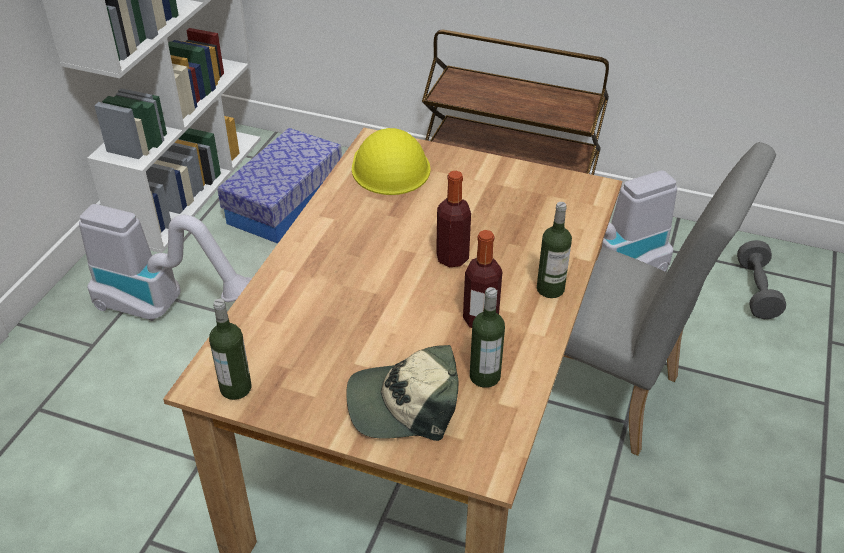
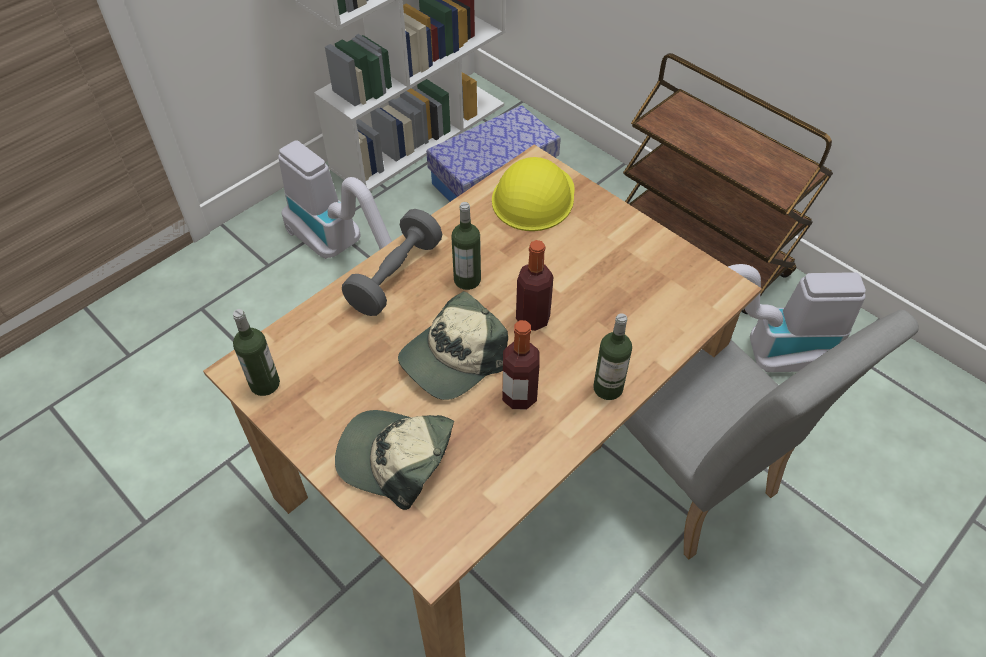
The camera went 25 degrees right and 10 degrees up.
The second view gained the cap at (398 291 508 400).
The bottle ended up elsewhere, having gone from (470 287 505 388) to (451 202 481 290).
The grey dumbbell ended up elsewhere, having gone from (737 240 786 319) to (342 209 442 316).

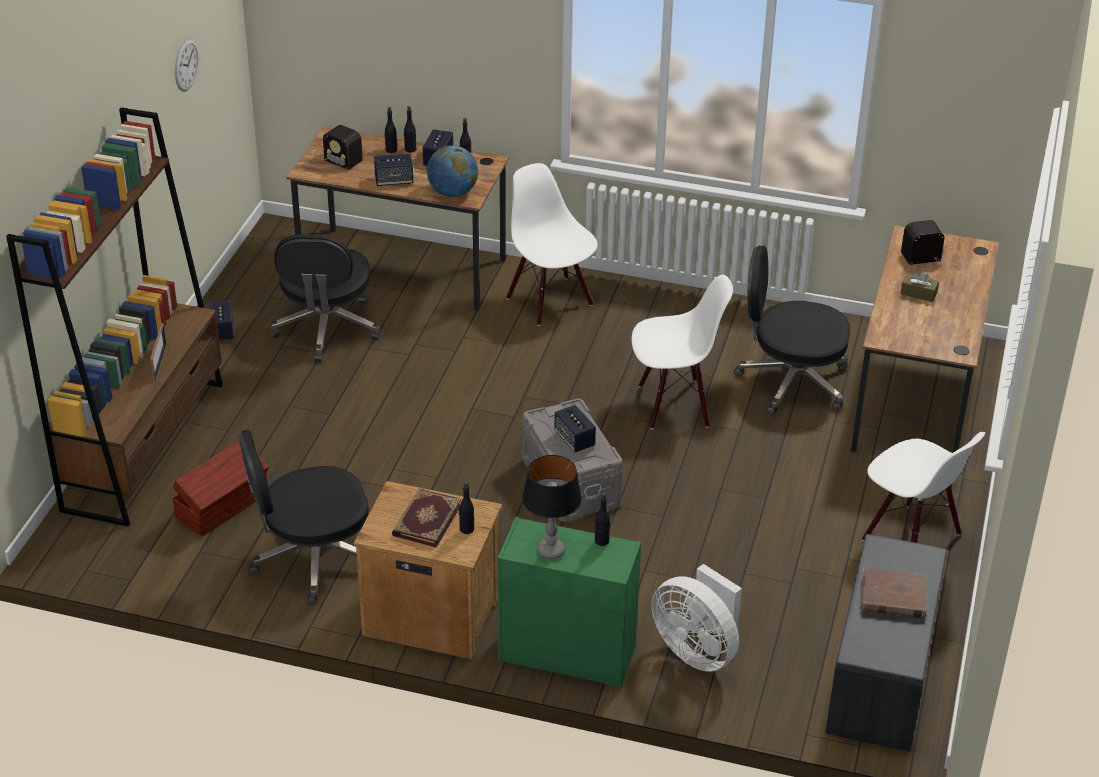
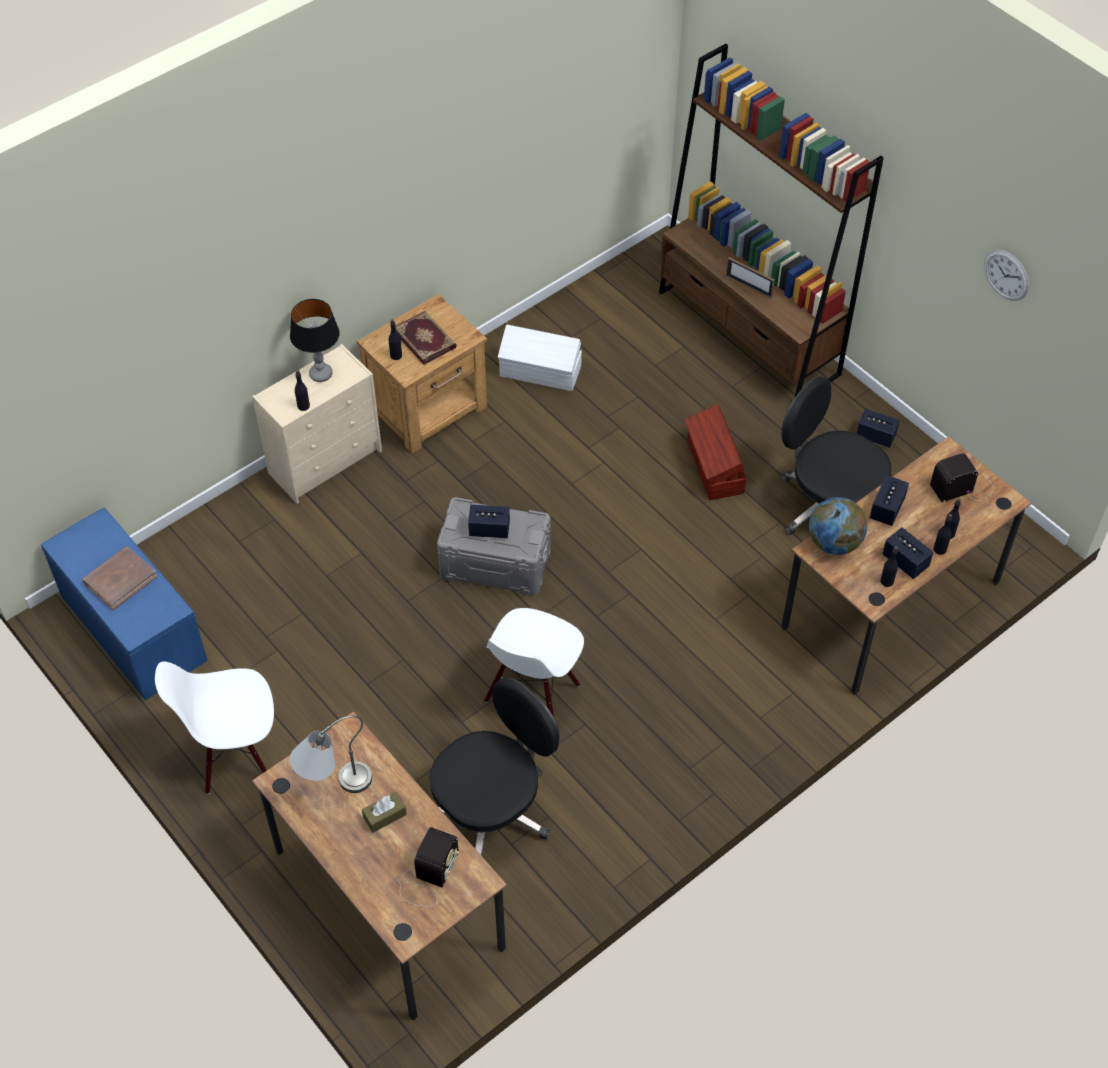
The camera went 125 degrees right and 15 degrees up.
The second view lost the white chair at (506 163 598 326).
The second view lost the white fan at (652 564 742 672).
The second view gained the grey table lamp at (290 715 372 793).
The brown storage box ended up elsewhere, having gone from (172 441 269 537) to (685 404 747 500).
Where the black office chair stood at (238 429 369 605), the white storage box came to stand at (498 324 582 391).
What was the green dresser at (497 517 641 688) turned into the beige dresser at (252 344 382 504).
What was the grey bench at (826 534 947 752) turned into the blue bench at (41 508 208 701).

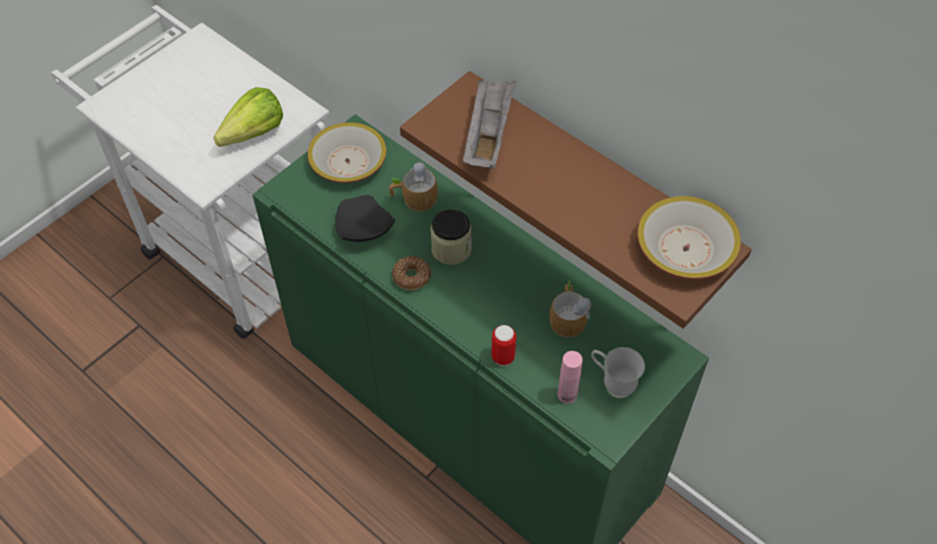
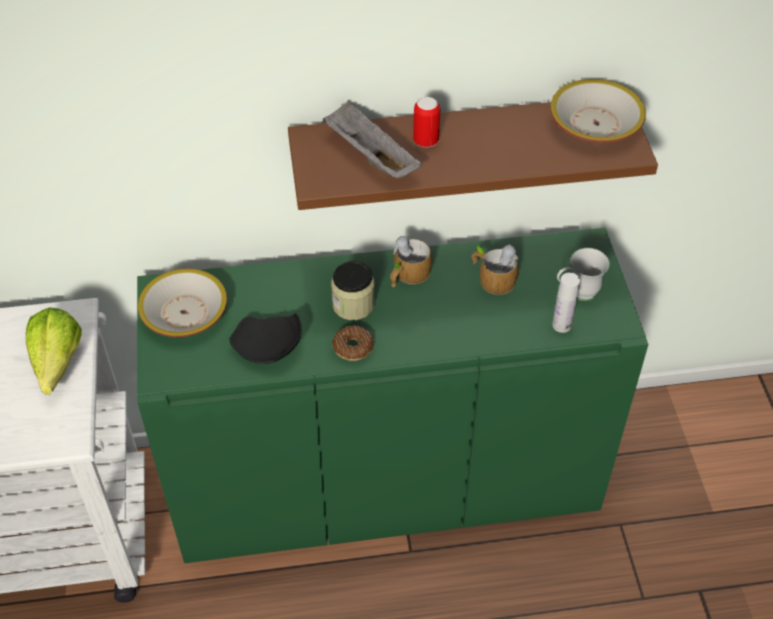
The camera went 50 degrees left and 5 degrees down.
The mug ended up elsewhere, having gone from (389 162 438 211) to (390 236 432 287).
The can ended up elsewhere, having gone from (491 325 516 366) to (413 97 440 148).
What was the pink bottle at (558 351 583 404) turned into the white bottle at (552 272 580 333).

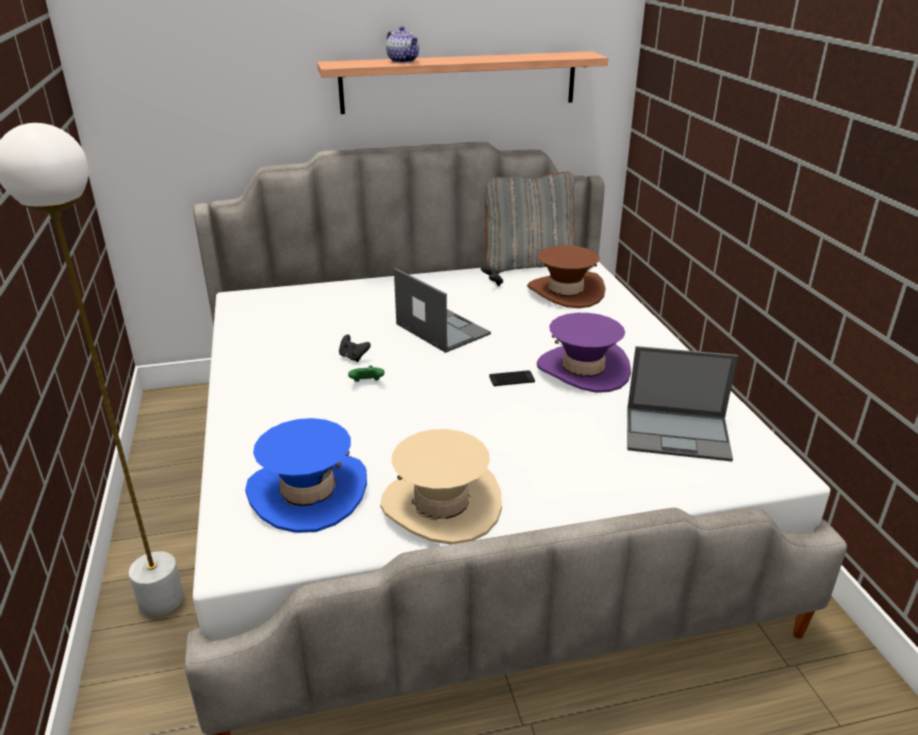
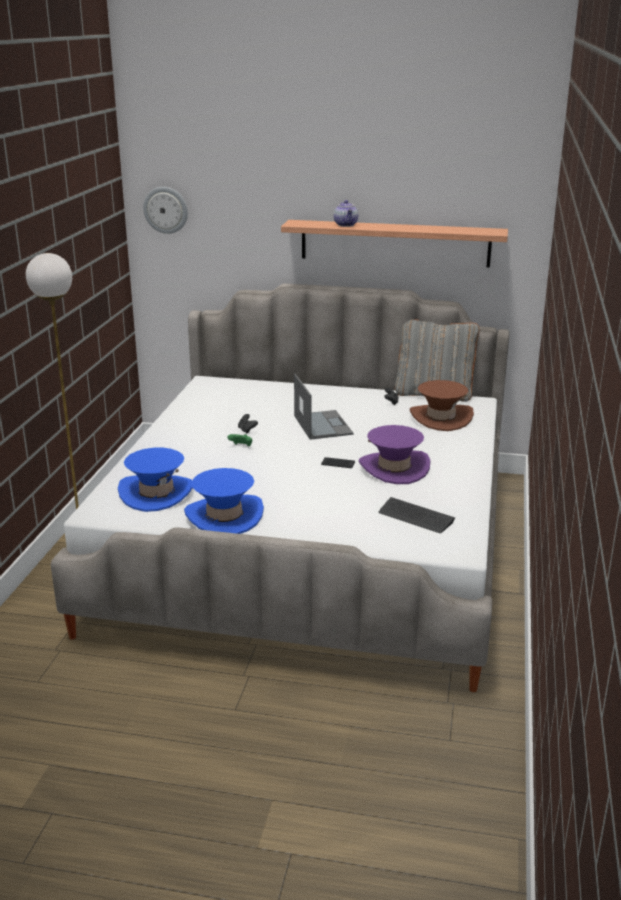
The camera went 25 degrees right and 5 degrees down.
The second view gained the wall clock at (143 187 188 234).
Where the laptop stood at (627 346 738 461), the keyboard came to stand at (379 497 455 533).
What was the beige hat at (380 429 502 544) turned into the blue hat at (184 468 264 534).

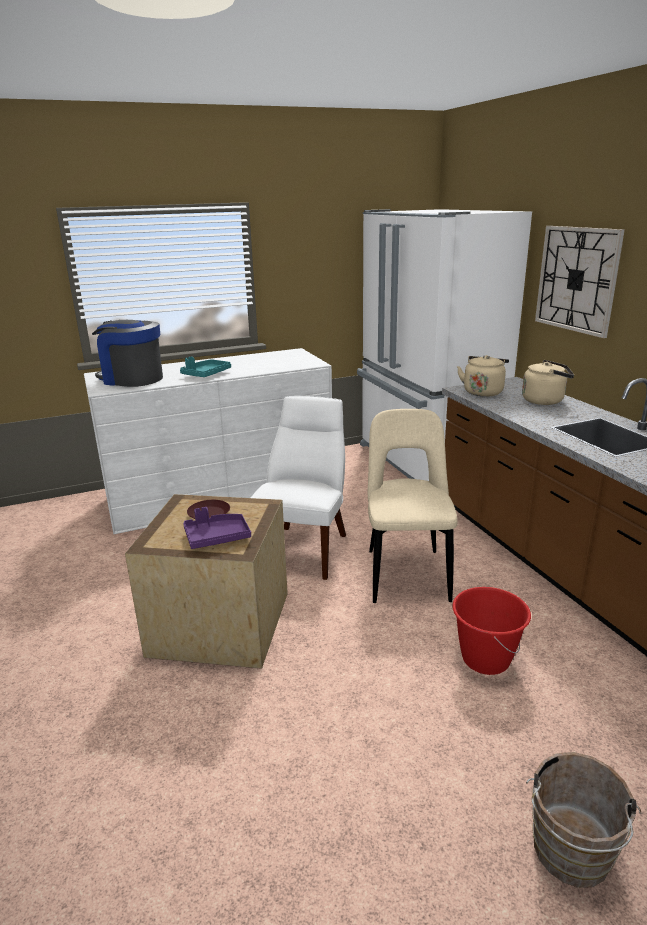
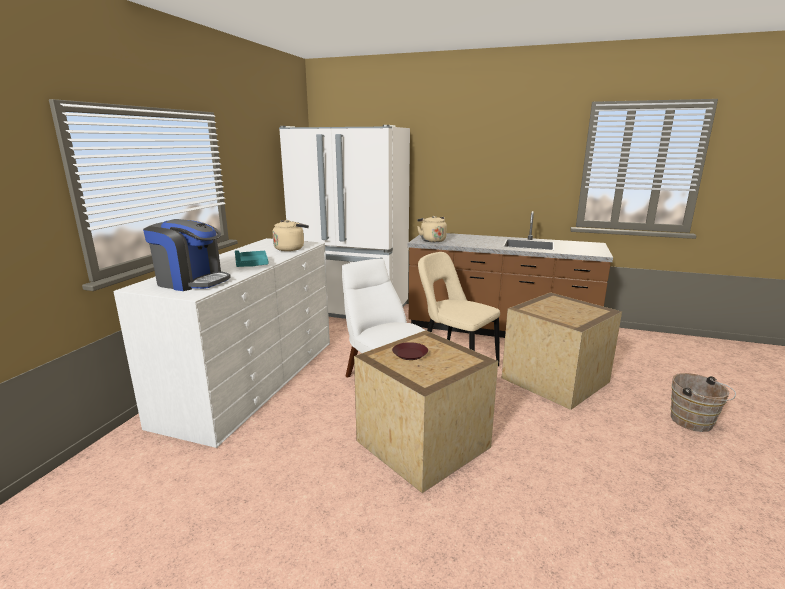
The camera went 50 degrees left and 5 degrees down.
The second view lost the purple tray at (183 507 251 549).
The second view lost the wall clock at (535 226 625 338).
The beige kettle ended up elsewhere, having gone from (522 360 574 405) to (272 220 309 251).
Where the red bucket stood at (452 587 531 675), the crate came to stand at (502 292 622 410).
The coffee machine at (92 320 163 387) ended up facing another way, 135 degrees counterclockwise from before.

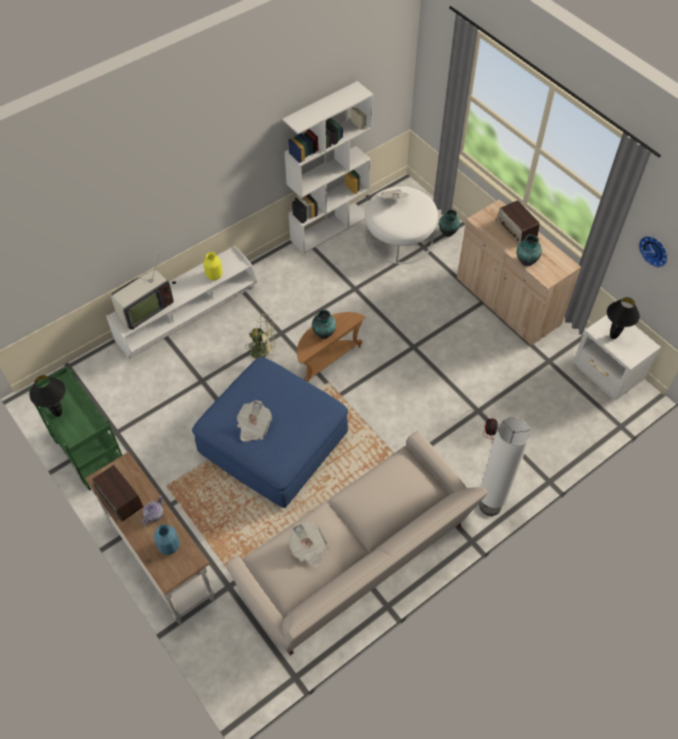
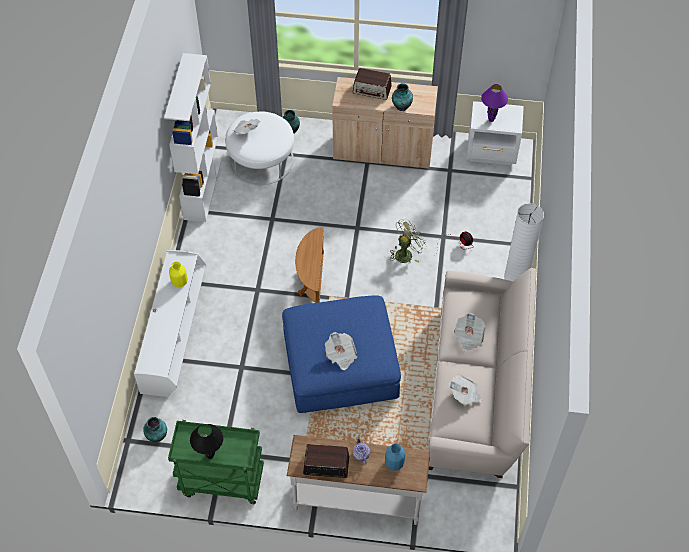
The camera went 45 degrees left and 0 degrees up.
The second view lost the television at (111 257 174 330).
The second view lost the wall clock at (639 236 668 268).
The second view gained the newspaper at (454 313 486 351).
The green fan ended up elsewhere, having gone from (248 313 277 359) to (390 219 427 263).
The vase ended up elsewhere, having gone from (312 309 336 339) to (143 417 167 442).
What was the black table lamp at (607 297 640 339) turned into the purple table lamp at (481 84 508 122).

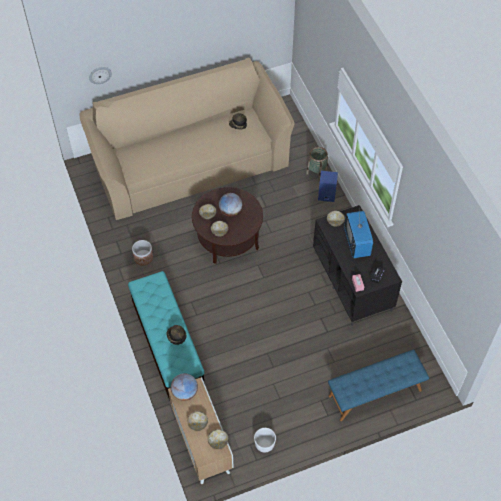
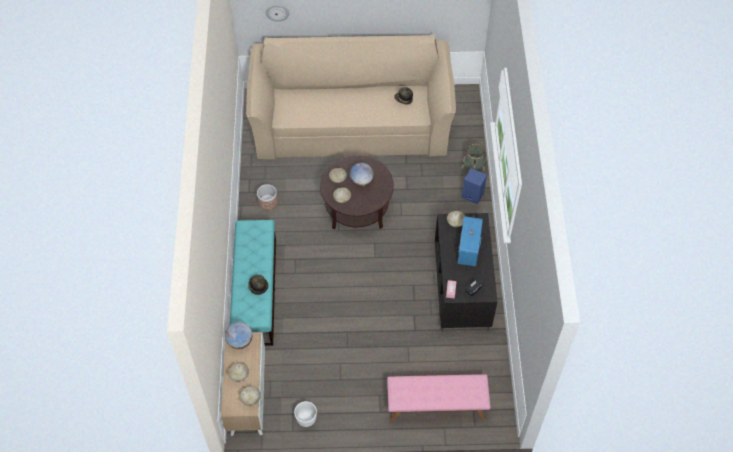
The camera went 20 degrees right and 0 degrees up.
What was the blue bench at (328 350 429 421) turned into the pink bench at (387 374 490 422).

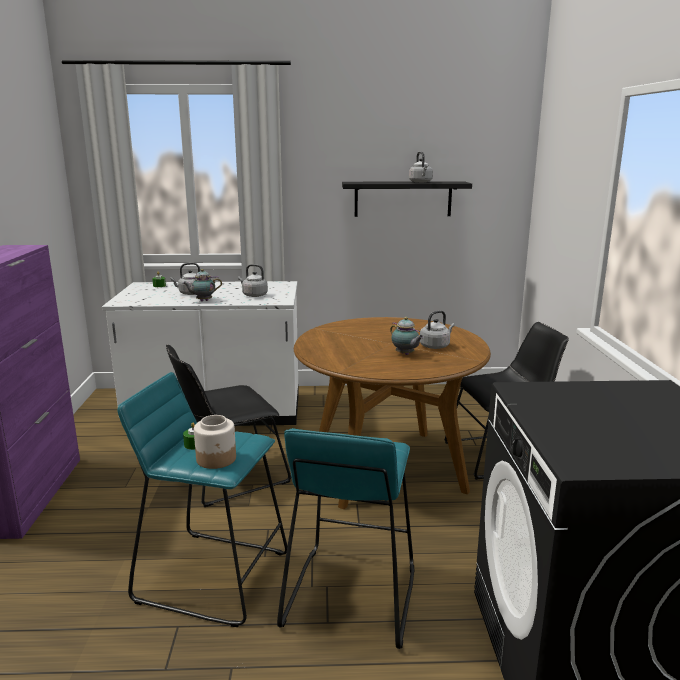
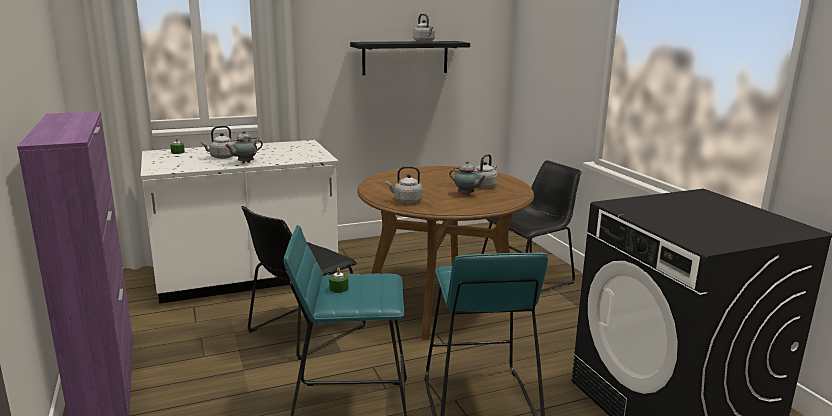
The camera went 20 degrees left and 0 degrees up.
The second view lost the jar at (194 415 236 469).
The grey kettle ended up elsewhere, having gone from (238 264 268 297) to (386 166 423 203).

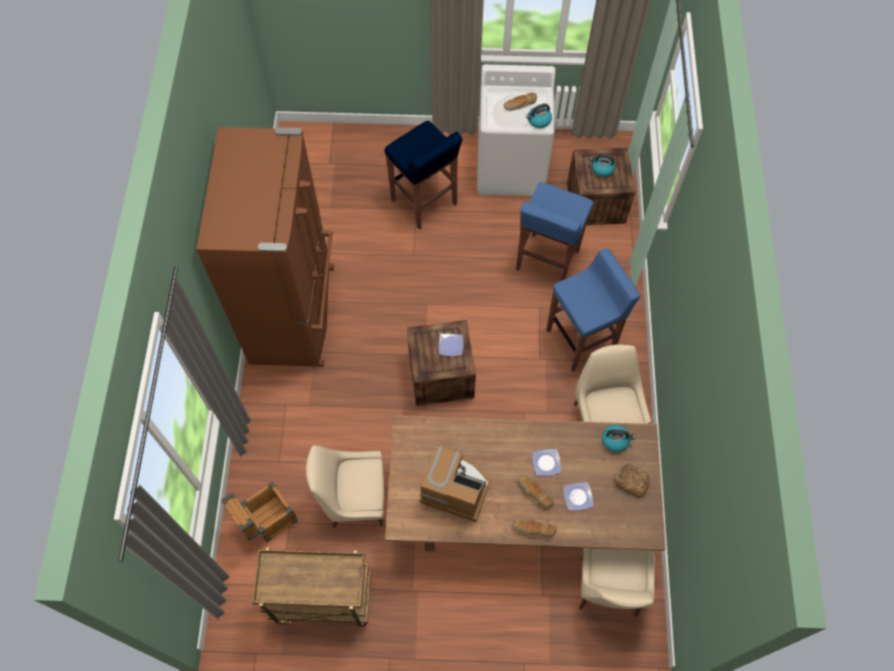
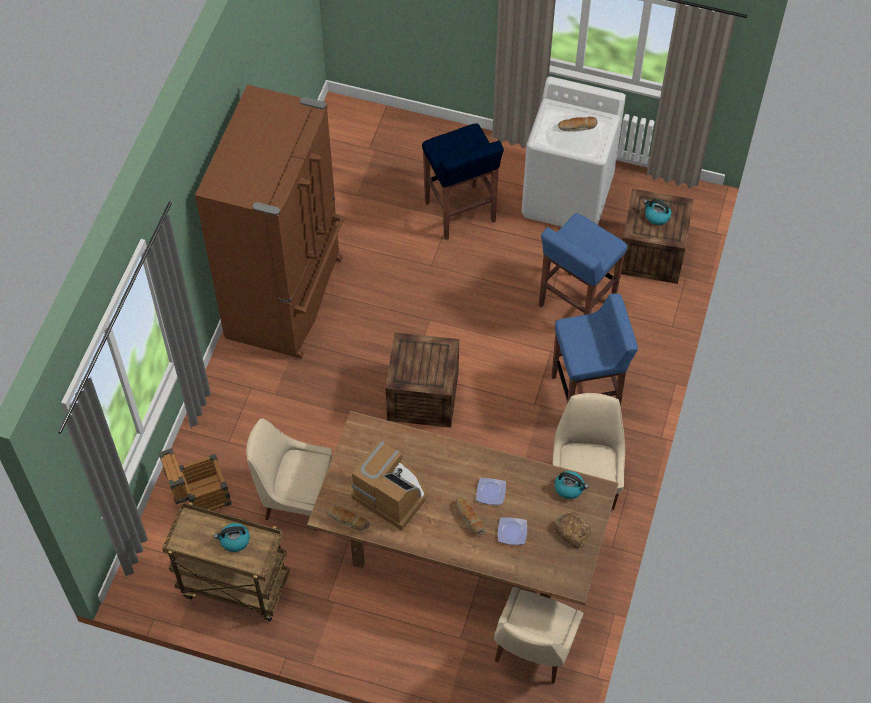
The camera went 15 degrees right and 5 degrees down.
The second view lost the plate at (438 334 463 356).
The bread ended up elsewhere, having gone from (512 519 557 537) to (326 505 370 531).
The kettle ended up elsewhere, having gone from (526 104 552 128) to (214 523 250 552).

